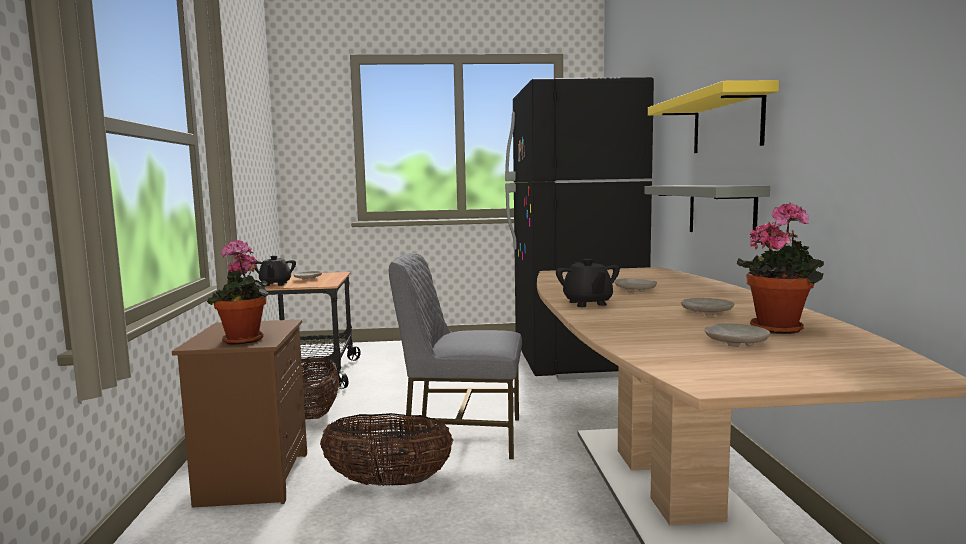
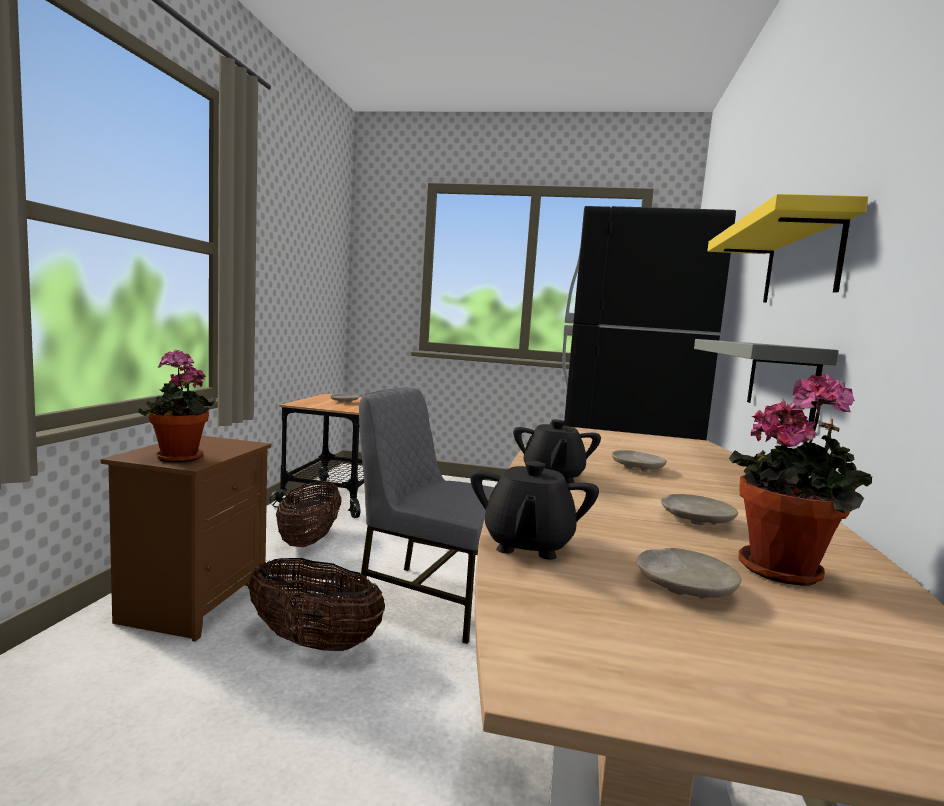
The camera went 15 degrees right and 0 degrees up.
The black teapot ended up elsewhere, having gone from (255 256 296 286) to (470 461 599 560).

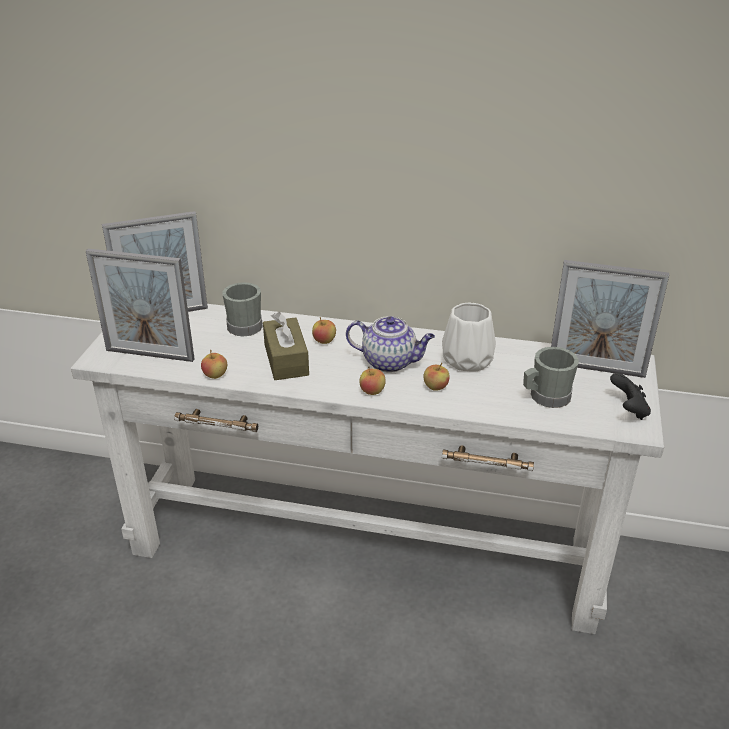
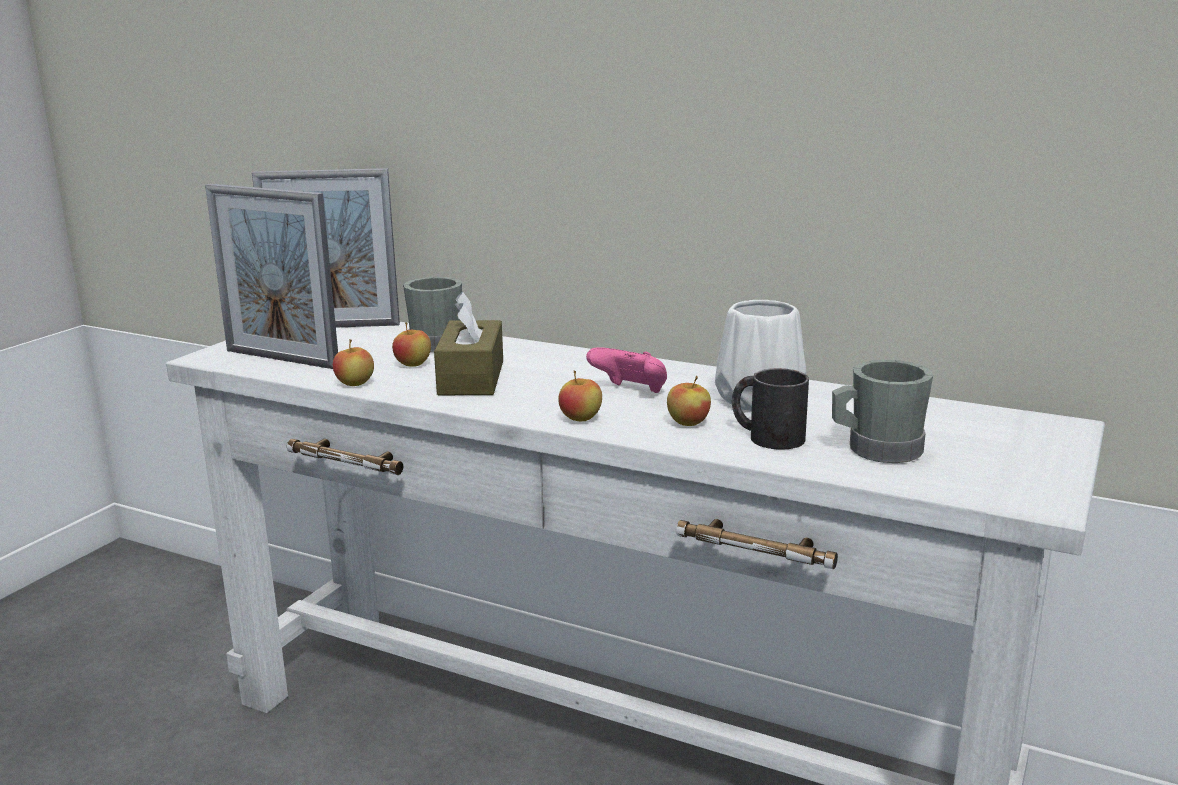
The camera went 15 degrees right and 15 degrees down.
The second view lost the picture frame at (551 260 669 378).
The second view lost the black game controller at (610 373 651 420).
The second view gained the black mug at (732 368 809 450).
The apple ended up elsewhere, having gone from (312 317 336 344) to (392 322 431 367).
Where the teapot stood at (346 316 435 373), the pink game controller came to stand at (586 347 667 393).

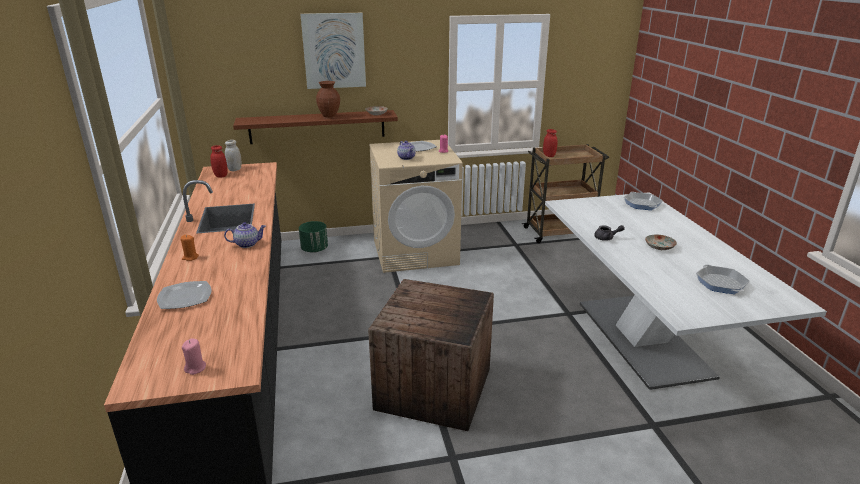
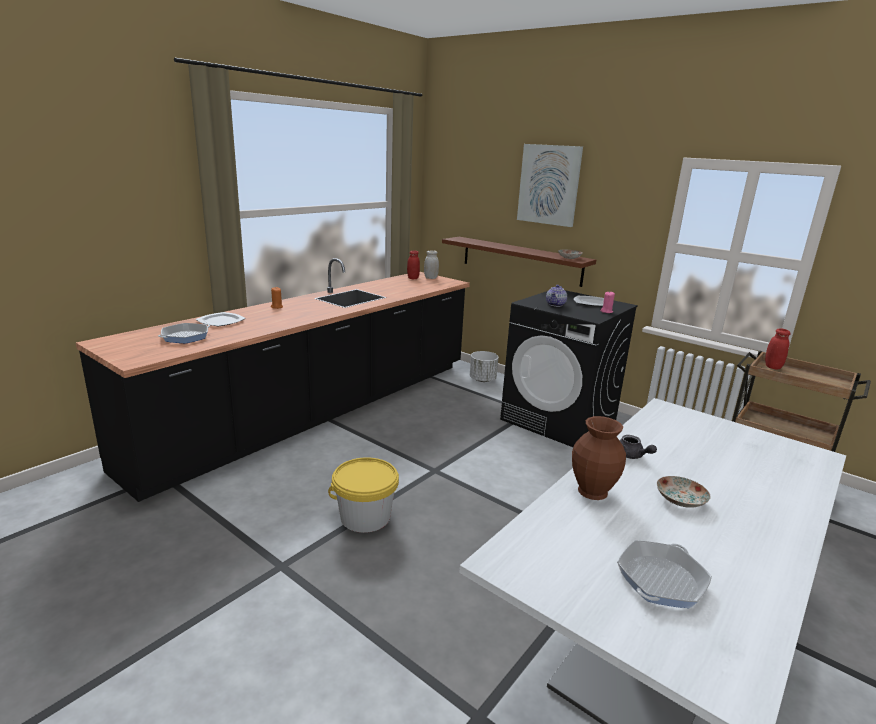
The camera went 50 degrees right and 5 degrees down.
The second view lost the pink candle at (182 338 206 375).
The second view lost the teapot at (224 222 266 248).
The brown vase ended up elsewhere, having gone from (316 81 340 119) to (572 416 626 500).
The frying pan ended up elsewhere, having gone from (624 192 663 210) to (158 323 210 343).
Where the crate stood at (368 279 494 431), the yellow bucket came to stand at (328 457 399 533).
What was the green planter at (299 221 328 253) turned into the white planter at (470 351 499 382).
What was the beige washing machine at (369 140 463 273) turned into the black washing machine at (500 290 638 447).

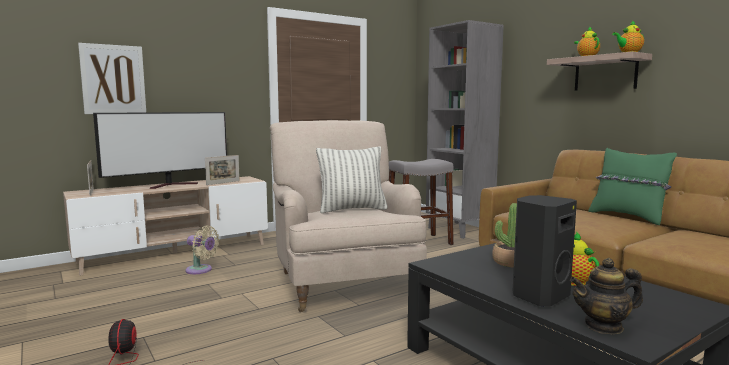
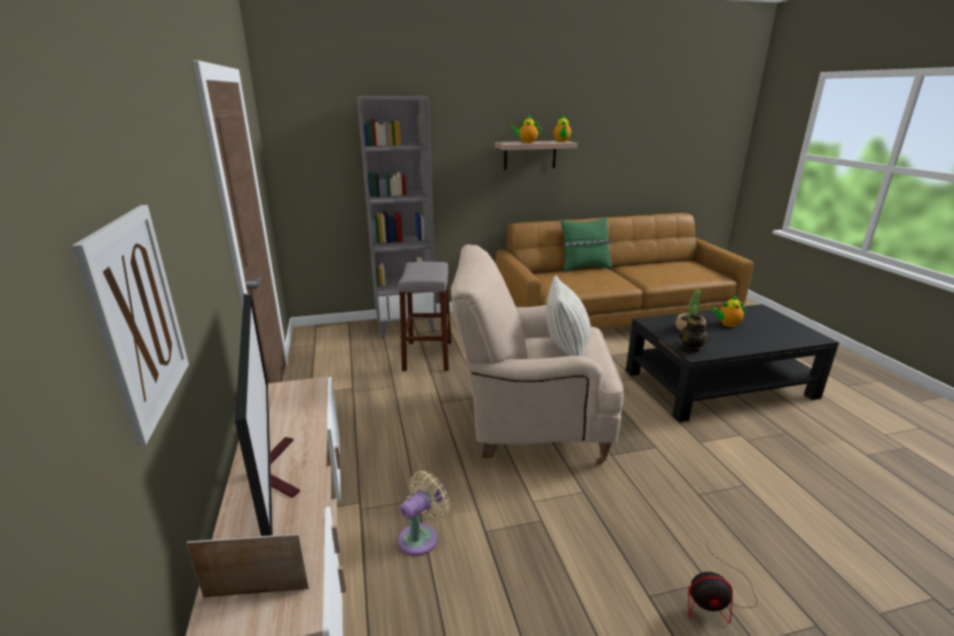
The camera went 70 degrees left and 15 degrees up.
The second view lost the picture frame at (205 155 240 185).
The second view lost the black speaker at (513 195 577 307).
The teapot ended up elsewhere, having gone from (570 258 643 334) to (679 314 710 353).

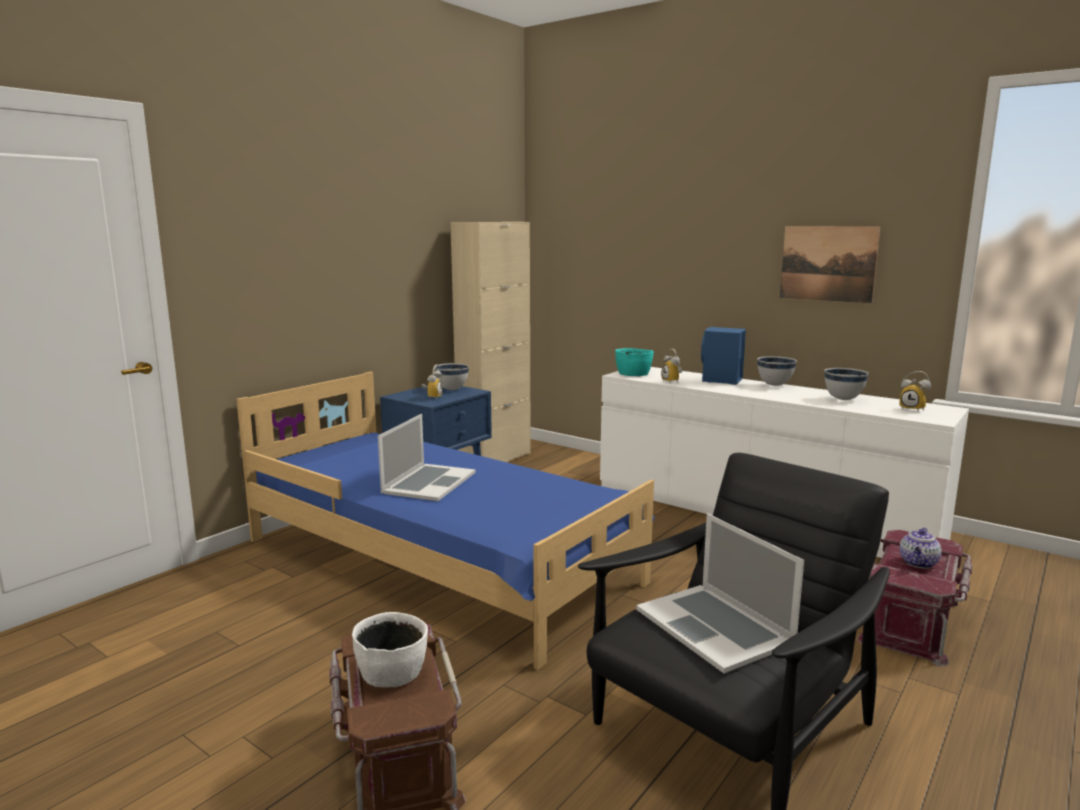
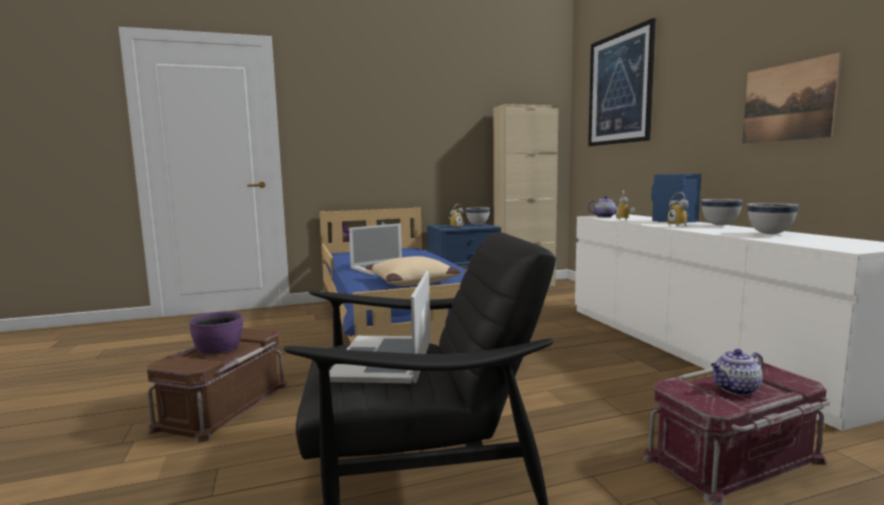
The camera went 35 degrees right and 5 degrees down.
The second view gained the beige pillow at (365 256 461 286).
The second view gained the picture at (588 18 656 146).
The alarm clock ended up elsewhere, having gone from (899 371 931 411) to (667 192 689 226).
Where the turquoise bowl stood at (615 348 654 376), the teapot came to stand at (587 196 618 217).
What was the white bowl at (352 612 428 688) turned into the purple bowl at (189 312 243 354).

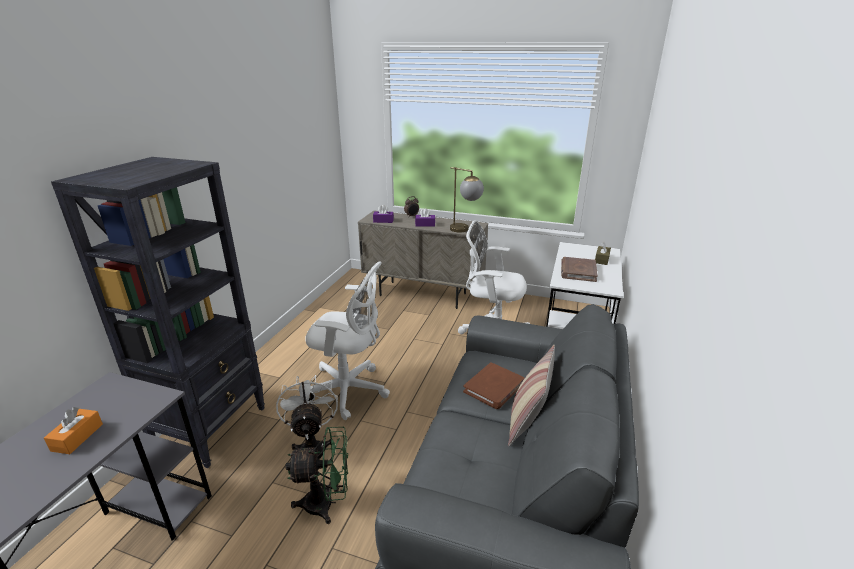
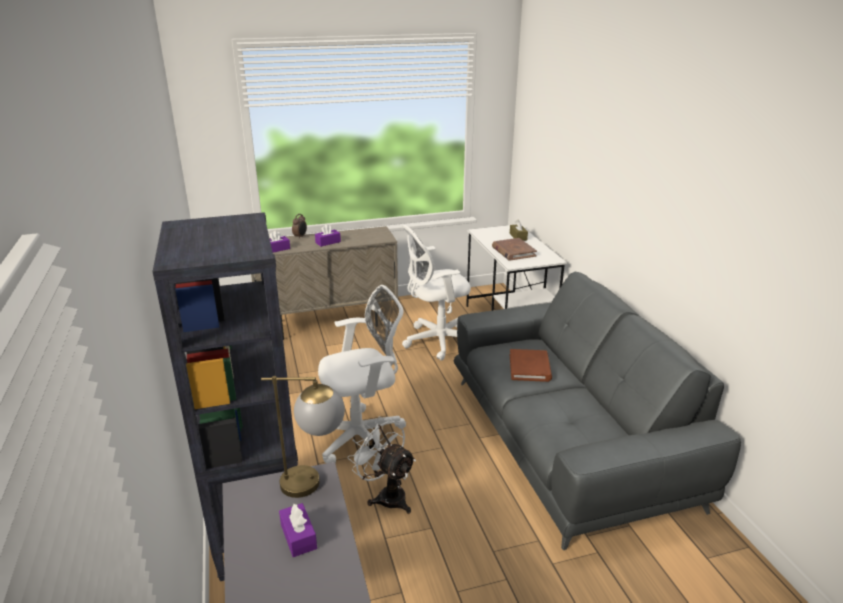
The camera went 35 degrees left and 0 degrees up.
The second view lost the green fan at (285 427 348 524).
The second view lost the pillow at (508 345 555 447).
The table lamp ended up elsewhere, having gone from (450 167 484 232) to (261 376 345 498).
What was the orange tissue box at (44 407 103 454) turned into the purple tissue box at (279 503 317 557).

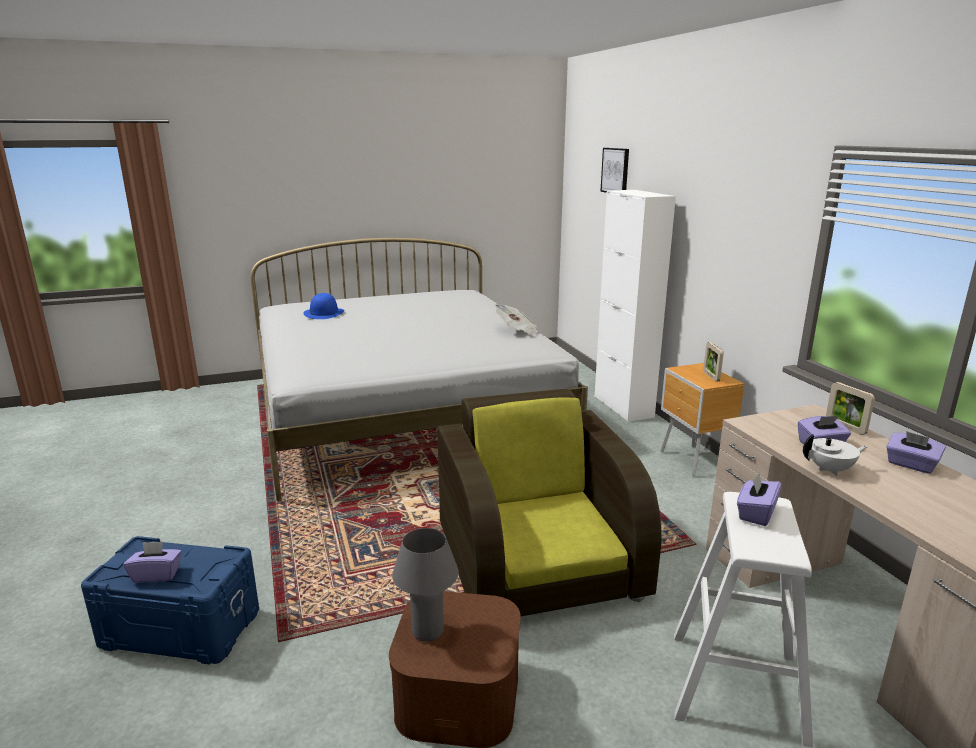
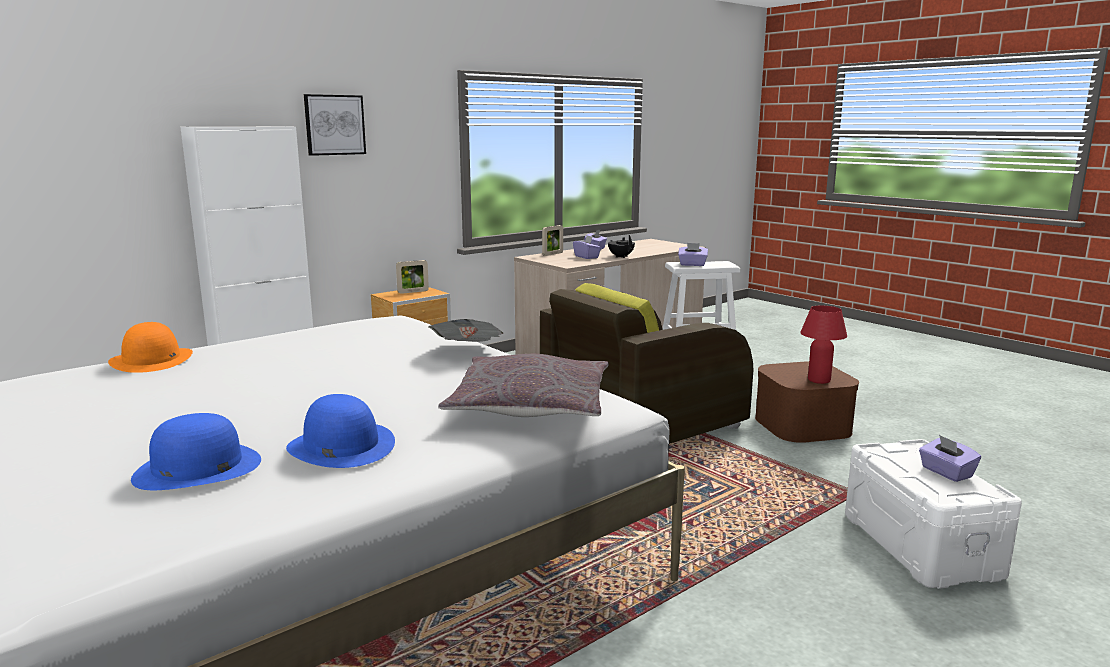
The camera went 110 degrees left and 5 degrees down.
The second view gained the orange hat at (108 322 193 373).
The second view gained the blue hat at (286 394 395 468).
The second view gained the grey pillow at (438 354 609 417).
The newspaper ended up elsewhere, having gone from (495 304 537 336) to (428 319 503 342).
The picture ended up elsewhere, having gone from (600 148 629 193) to (304 94 366 156).
What was the blue storage box at (81 536 259 664) turned into the white storage box at (845 439 1022 589).
What was the grey table lamp at (392 528 459 642) turned into the red table lamp at (800 306 847 384).
What was the white teapot at (803 434 868 476) turned into the black teapot at (608 235 635 258).

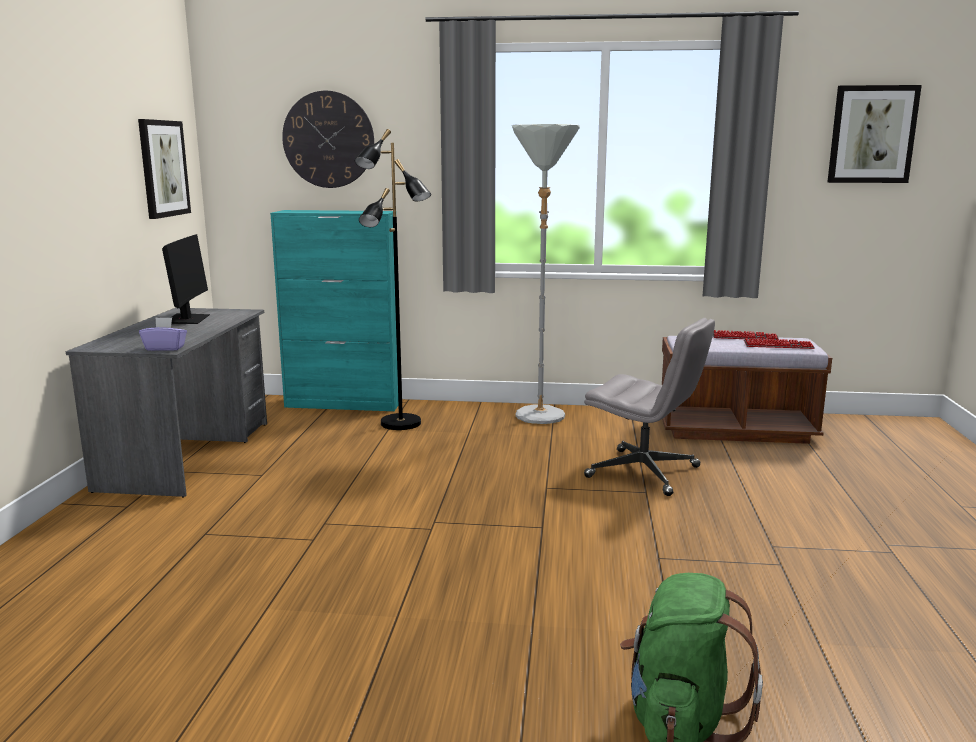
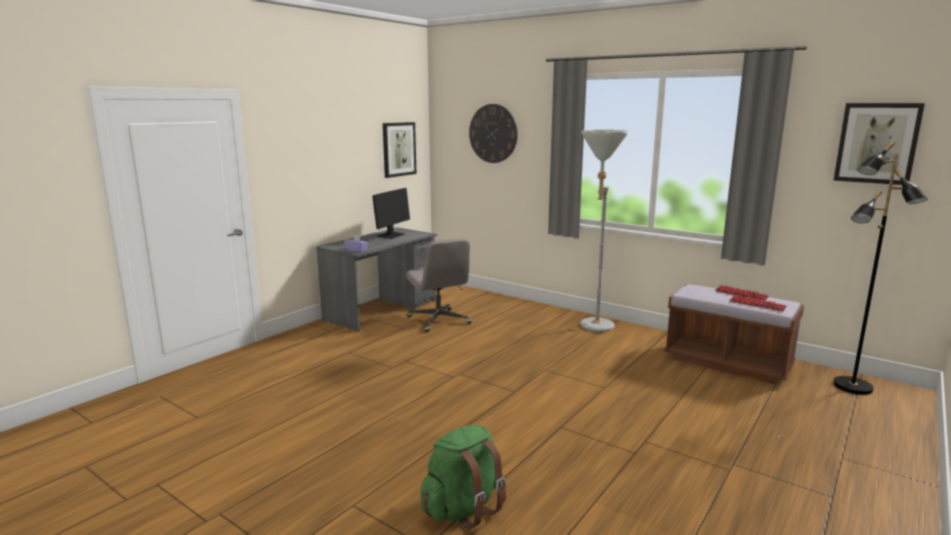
The camera went 30 degrees right and 0 degrees up.
The second view lost the turquoise cabinet at (270 210 398 411).
The black floor lamp ended up elsewhere, having gone from (355 129 431 430) to (833 141 928 395).
The grey office chair ended up elsewhere, having gone from (584 318 715 496) to (406 238 472 332).

